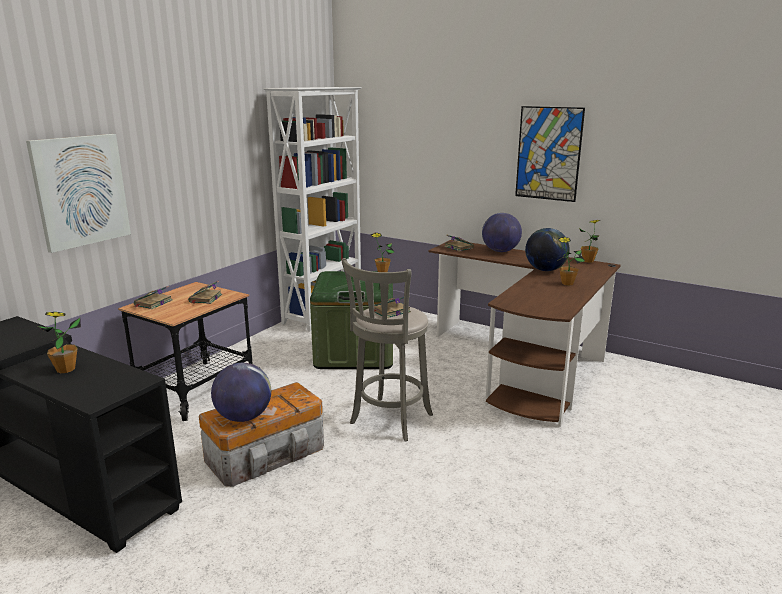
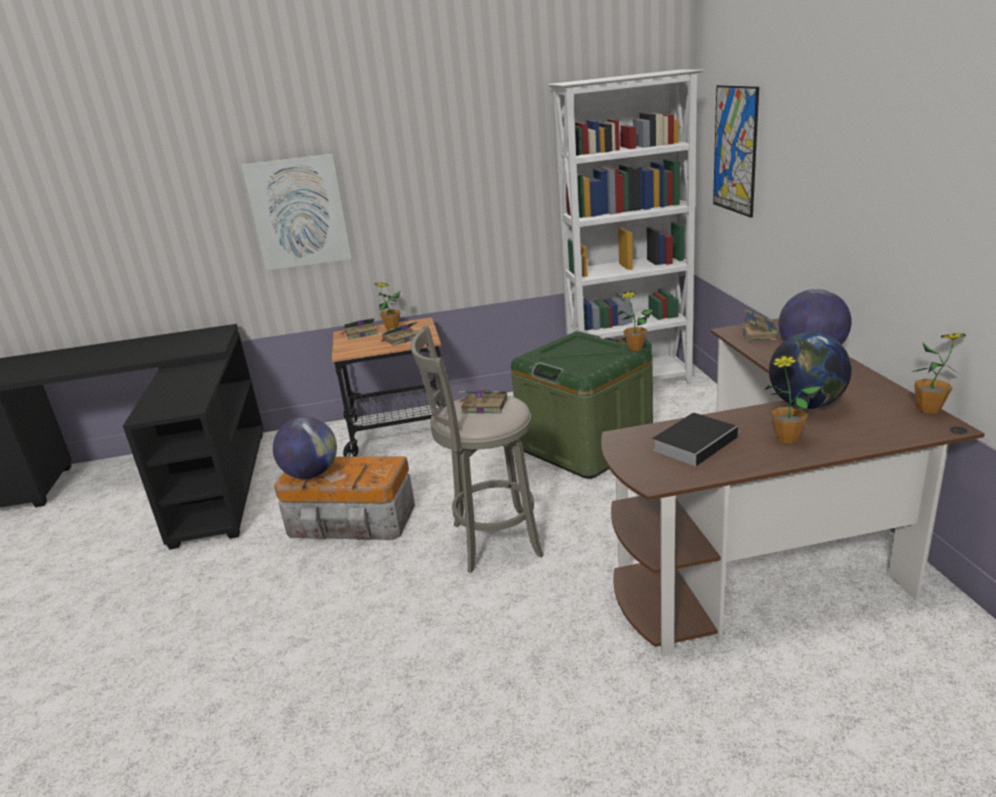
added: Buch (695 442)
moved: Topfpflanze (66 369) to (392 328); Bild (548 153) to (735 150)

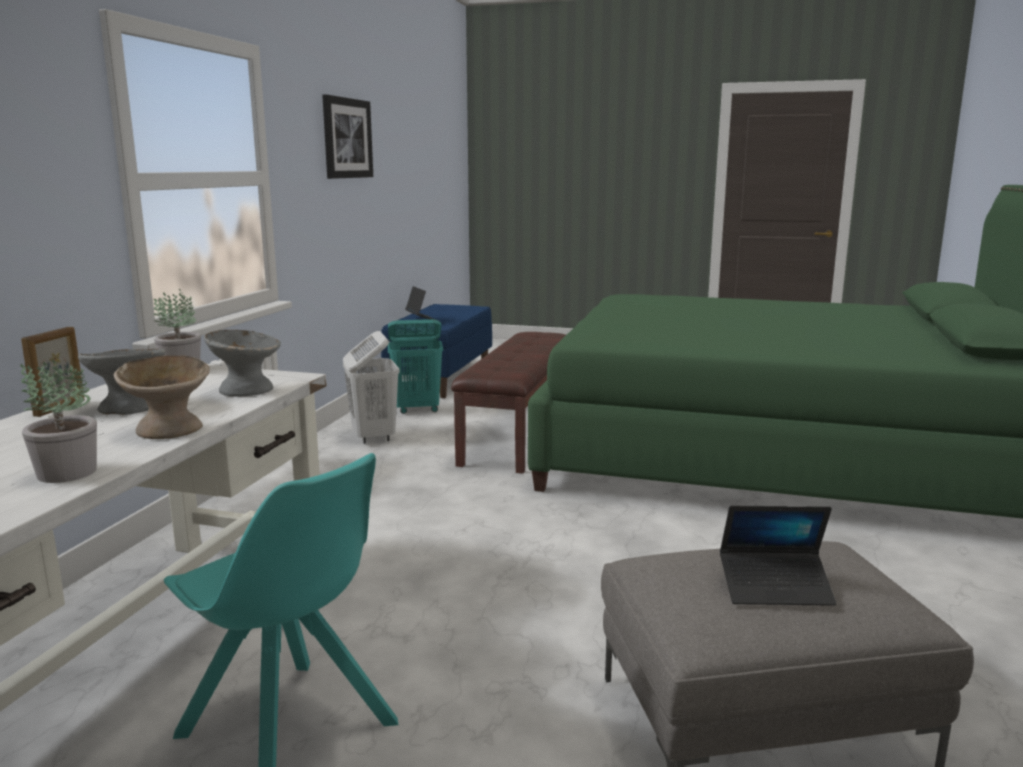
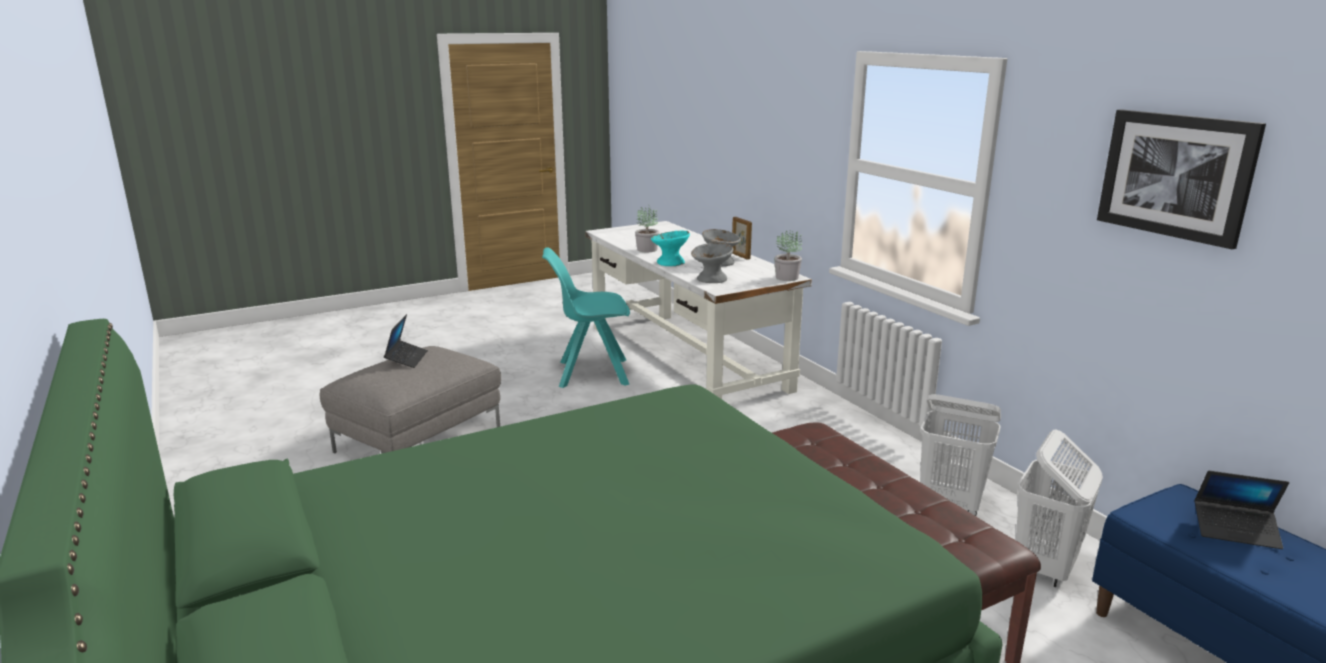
recoloured: Schüssel [beige] (169 429) to Schüssel [türkis] (670 262); Wäschekorb [türkis] (417 409) to Wäschekorb [weiß] (1044 568)
turned: Laptop (775 588) = (406 359) 135 degrees clockwise

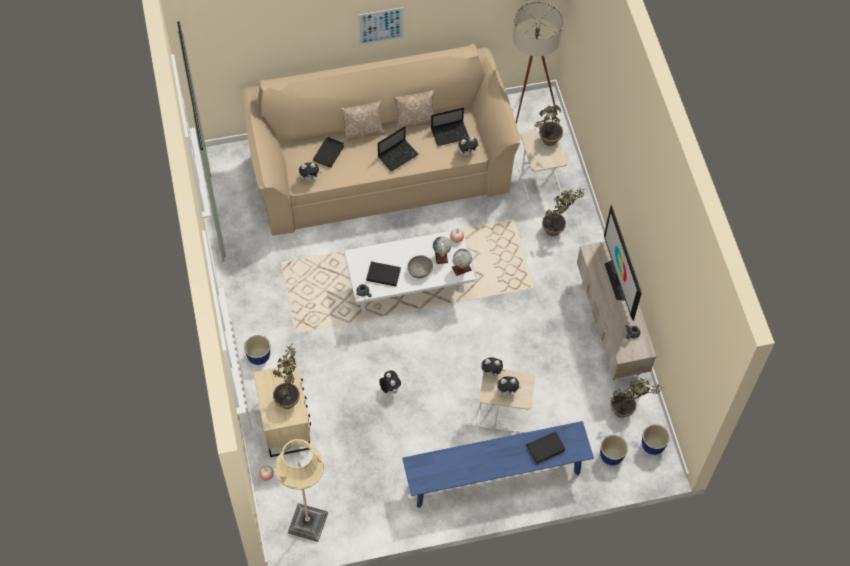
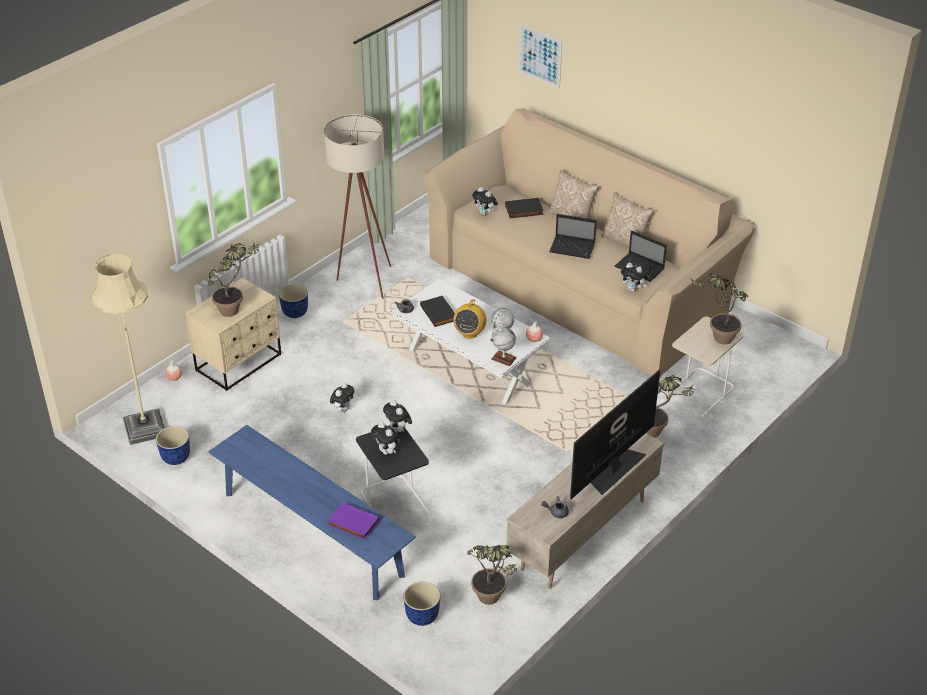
moved: Pflanzkübel (652 446) to (175 458); Stehlampe [beige] (528 114) to (363 281); Bild (381 26) to (540 56)
replaced: Schüssel [grau] (420 270) to Radio (469 333)
recoloured: Buch [schwarz] (546 449) to Buch [lila] (352 523); Beistelltisch [beige] (504 412) to Beistelltisch [schwarz] (395 503)

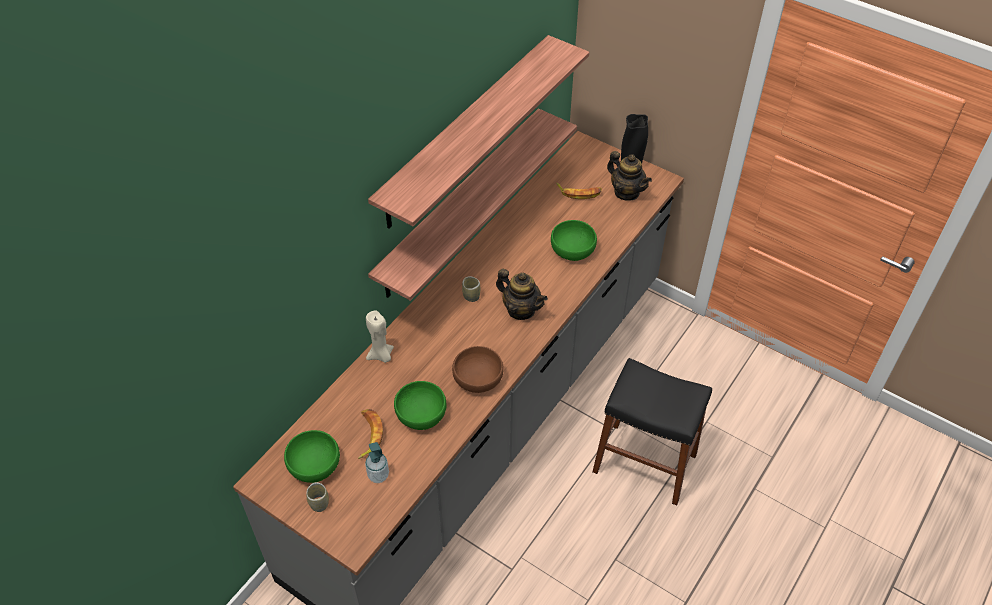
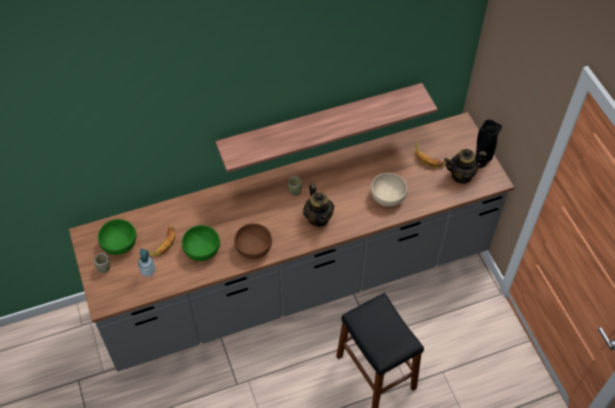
removed: Kerze [beige] (381 356); Wandregal (465 132)
recoloured: Schüssel [grün] (572 250) to Schüssel [beige] (387 196)
turned: Teekanne (626 192) = (462 175) 90 degrees clockwise

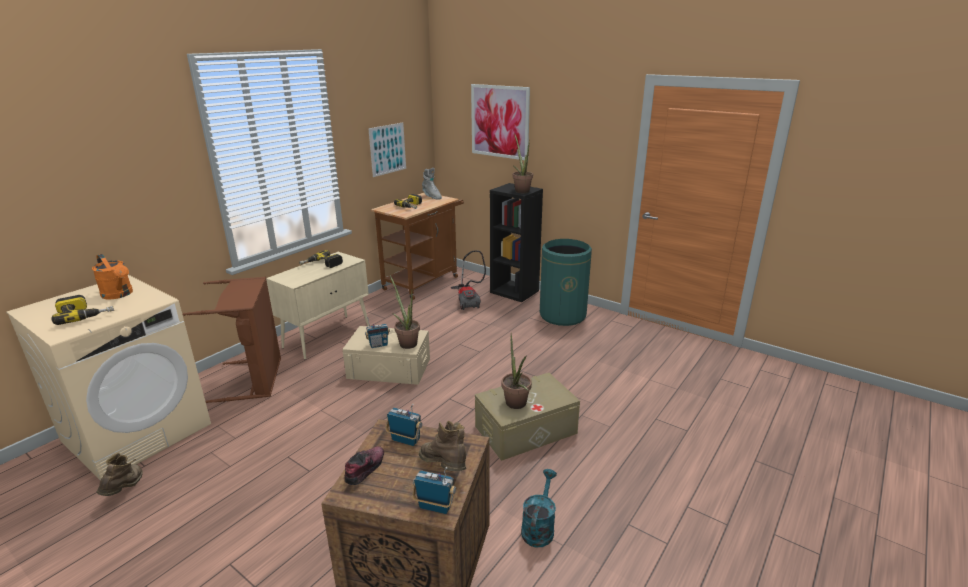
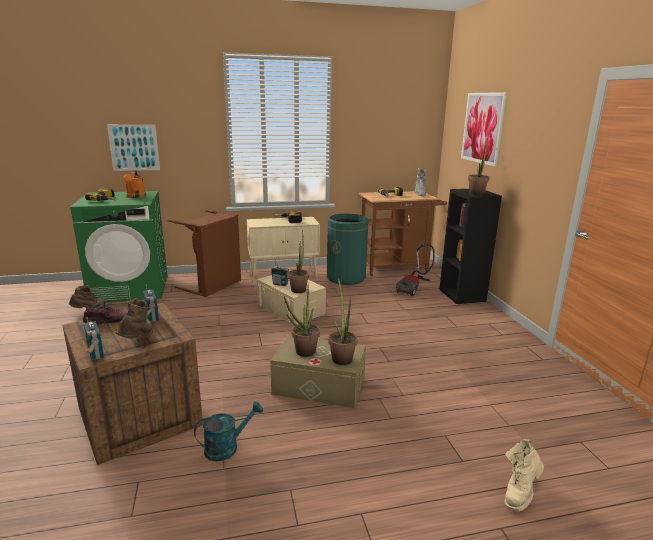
added: Topfpflanze (341 357); Stiefel [beige] (520 492)
moved: Bild (387 149) to (134 147); Mülleimer [grün] (562 315) to (346 278)
recoloured: Waschmaschine [beige] (138 431) to Waschmaschine [grün] (131 288)

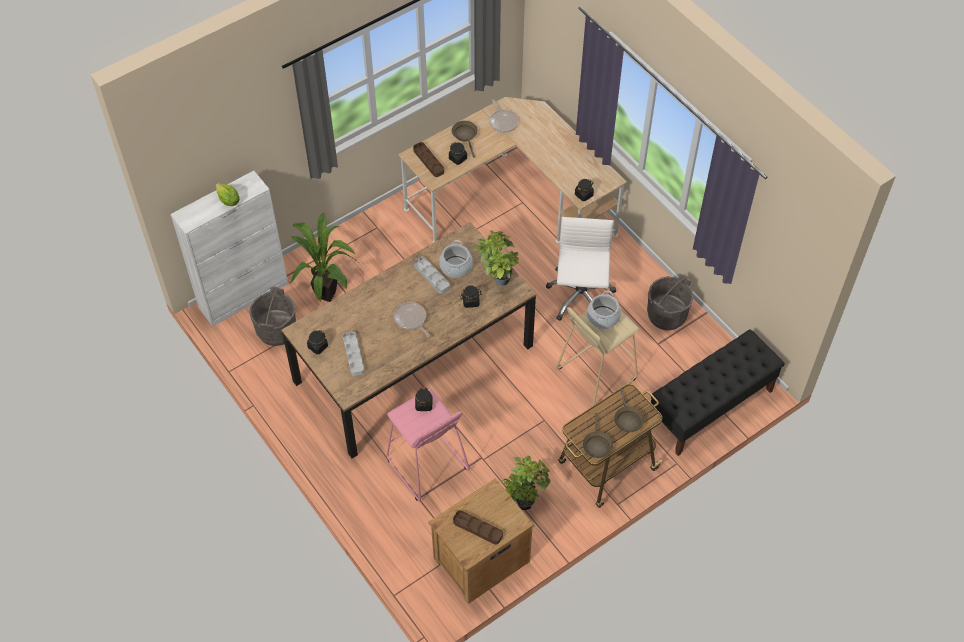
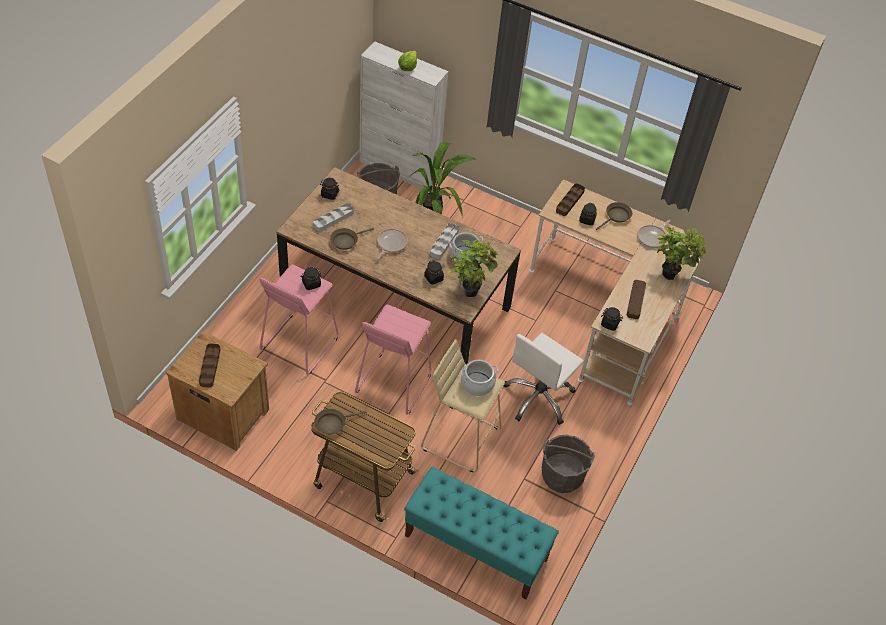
added: Hocker [rosa] (393 383); Tablett [braun] (635 301)
moved: Pfanne [braun] (627 419) to (346 241); Topfpflanze (524 500) to (672 273)
recoloured: Bank [schwarz] (710 407) to Bank [türkis] (475 547)
turned: Bürostuhl [weiß] (580 297) = (539 397) 150 degrees clockwise

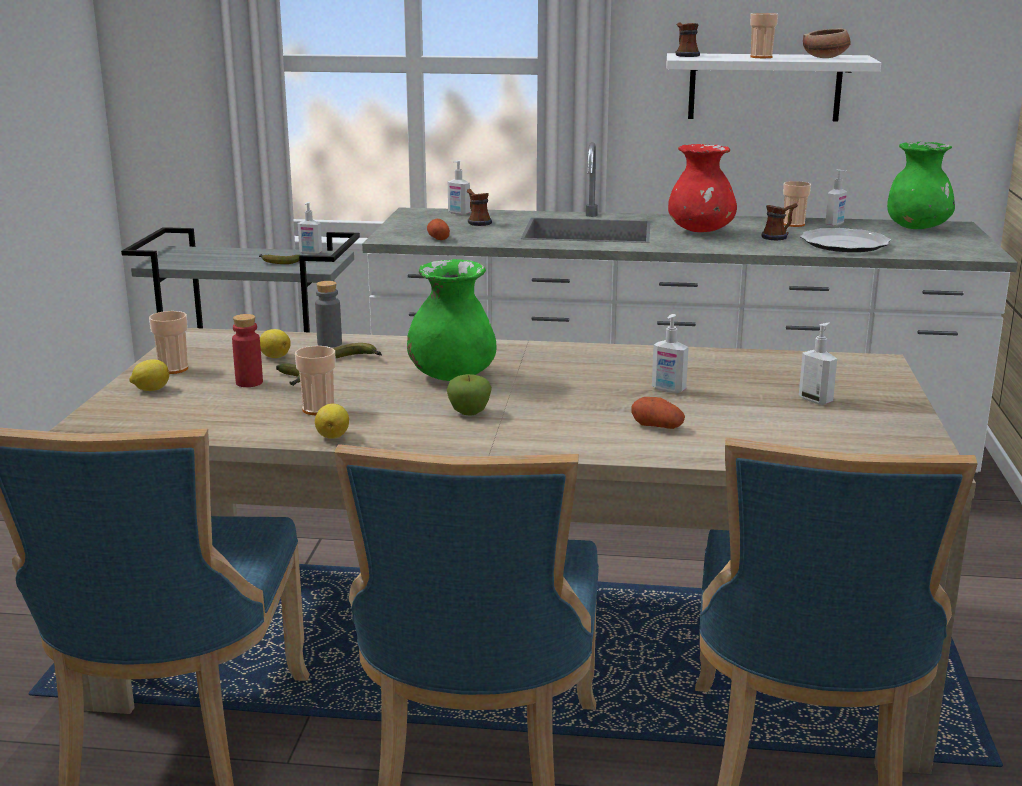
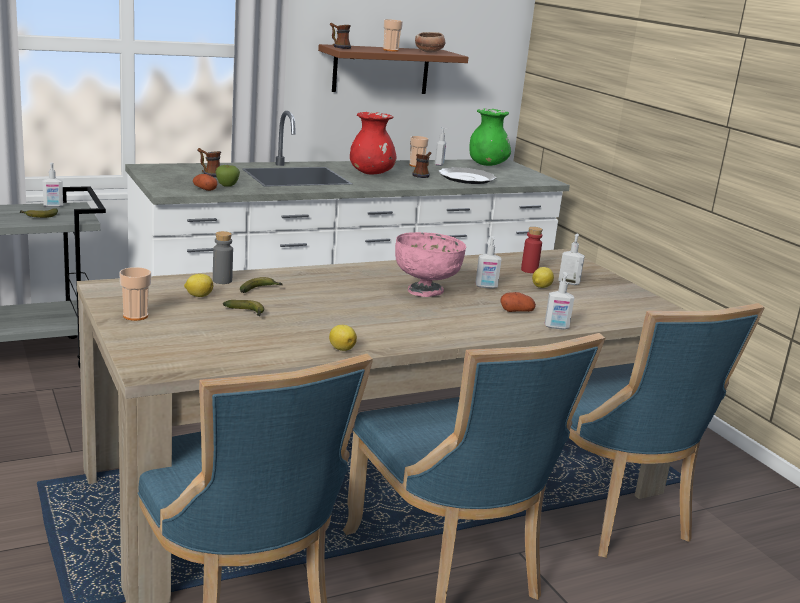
removed: Tasse (318 409); Vase [grün] (452 377)
added: Schüssel [rosa] (425 291)
moved: Apfel (469 413) to (227 186); Flasche [rot] (249 383) to (529 270); Zitrone (151 390) to (541 287); Seifenspender (458 213) to (556 327)
recoloured: Wandregal [weiß] (764 87) to Wandregal [braun] (381 70)

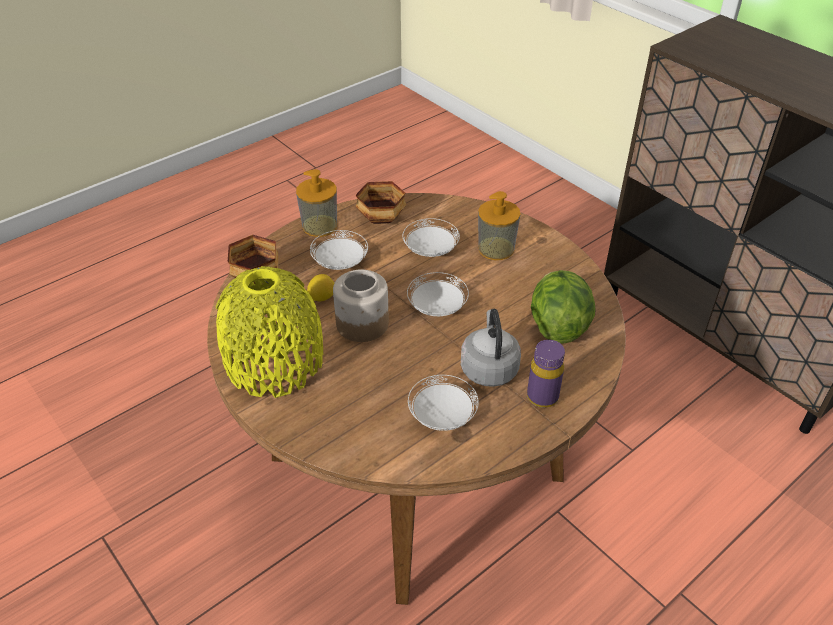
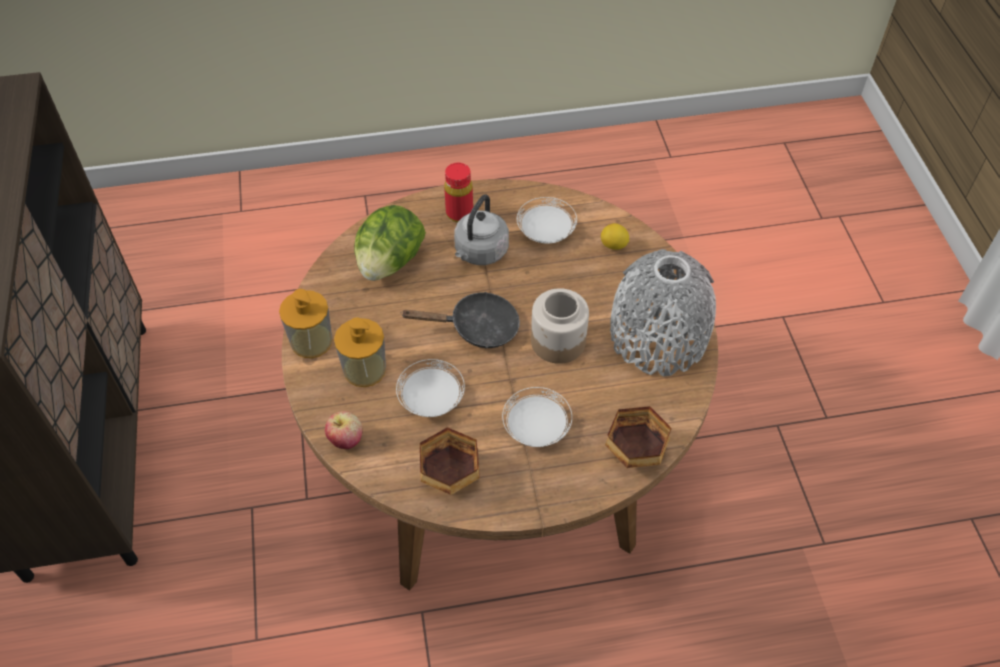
added: Apfel (346 440)
moved: Seifenspender (320 226) to (311 341); Zitrone (322 297) to (613 245)
replaced: Teller [weiß] (437 307) to Pfanne [schwarz] (477 328)
recoloured: Flasche [lila] (542 397) to Flasche [rot] (459 213); Vase [gelb] (274 362) to Vase [grau] (658 338)

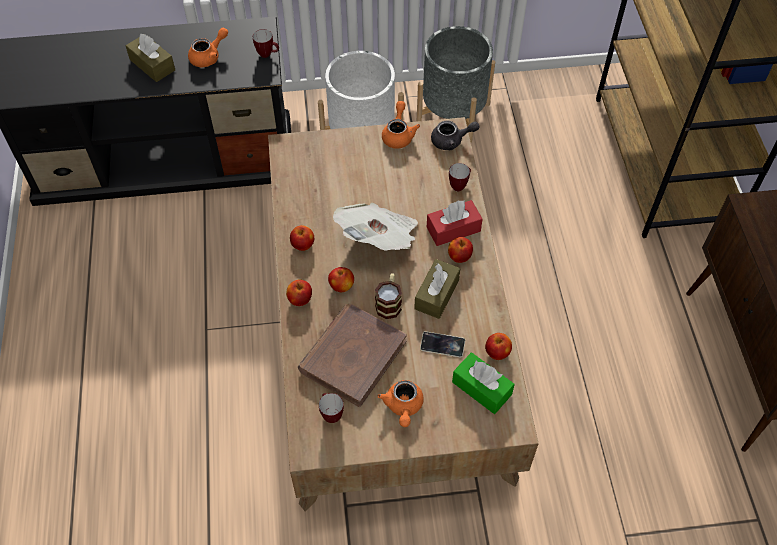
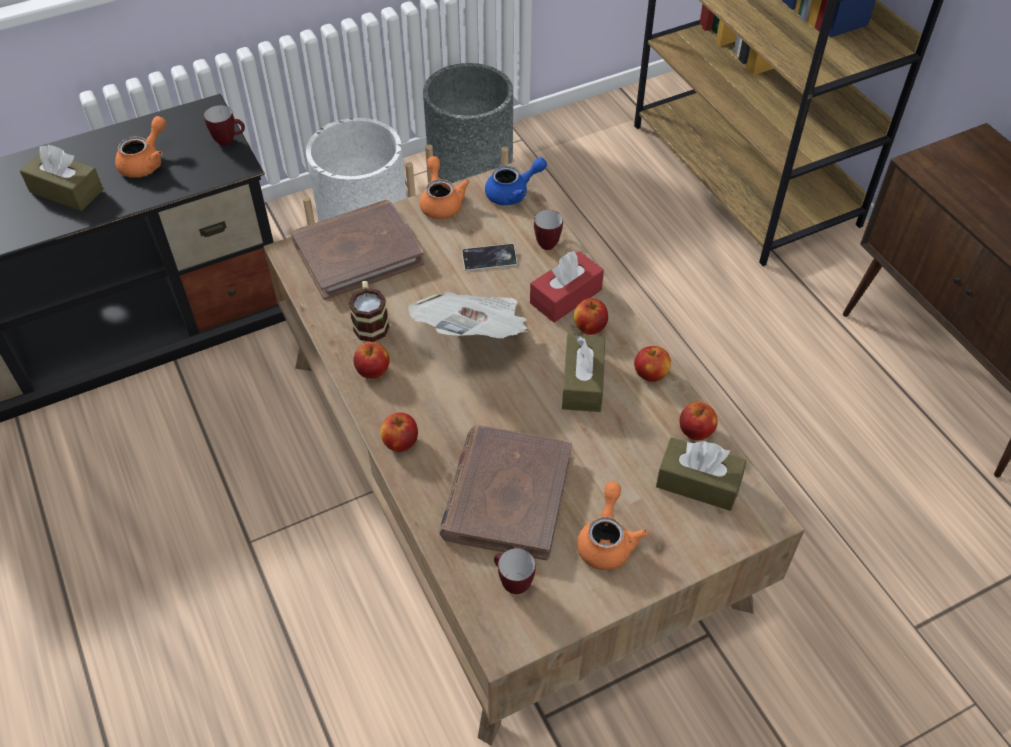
added: Buch [braun] (357 253)
moved: Henkelbecher (389 302) to (370 322); Handy (442 346) to (489 260); Apfel (342 286) to (650 374)
recoloured: Teekanne [grau] (451 141) to Teekanne [blau] (513 193); Taschentuchbox [grün] (481 388) to Taschentuchbox [braun] (698 483)
turned: Teekanne [orange] (403 407) = (607 540) 150 degrees counterclockwise

